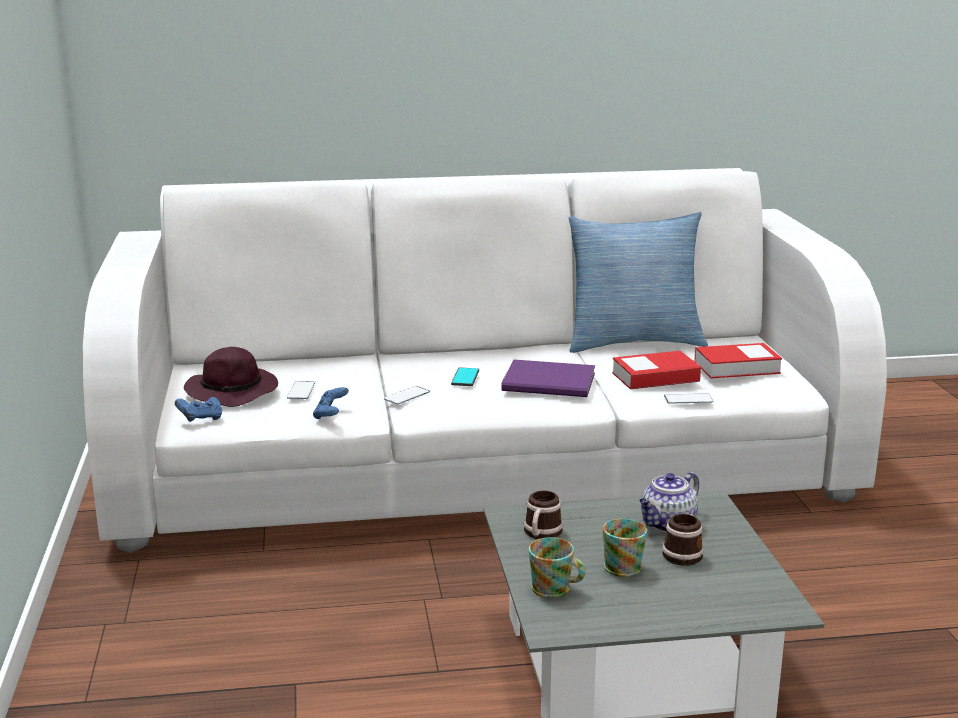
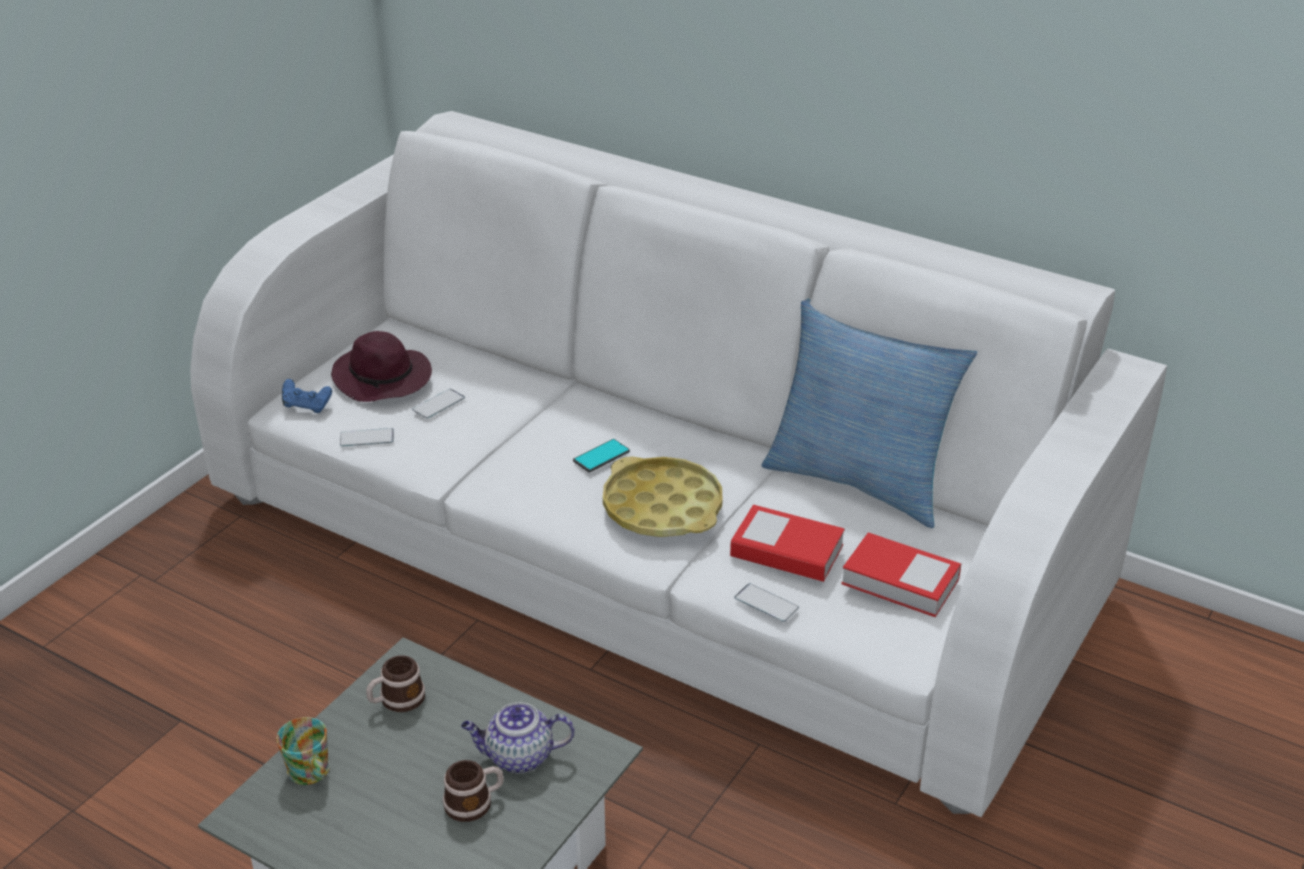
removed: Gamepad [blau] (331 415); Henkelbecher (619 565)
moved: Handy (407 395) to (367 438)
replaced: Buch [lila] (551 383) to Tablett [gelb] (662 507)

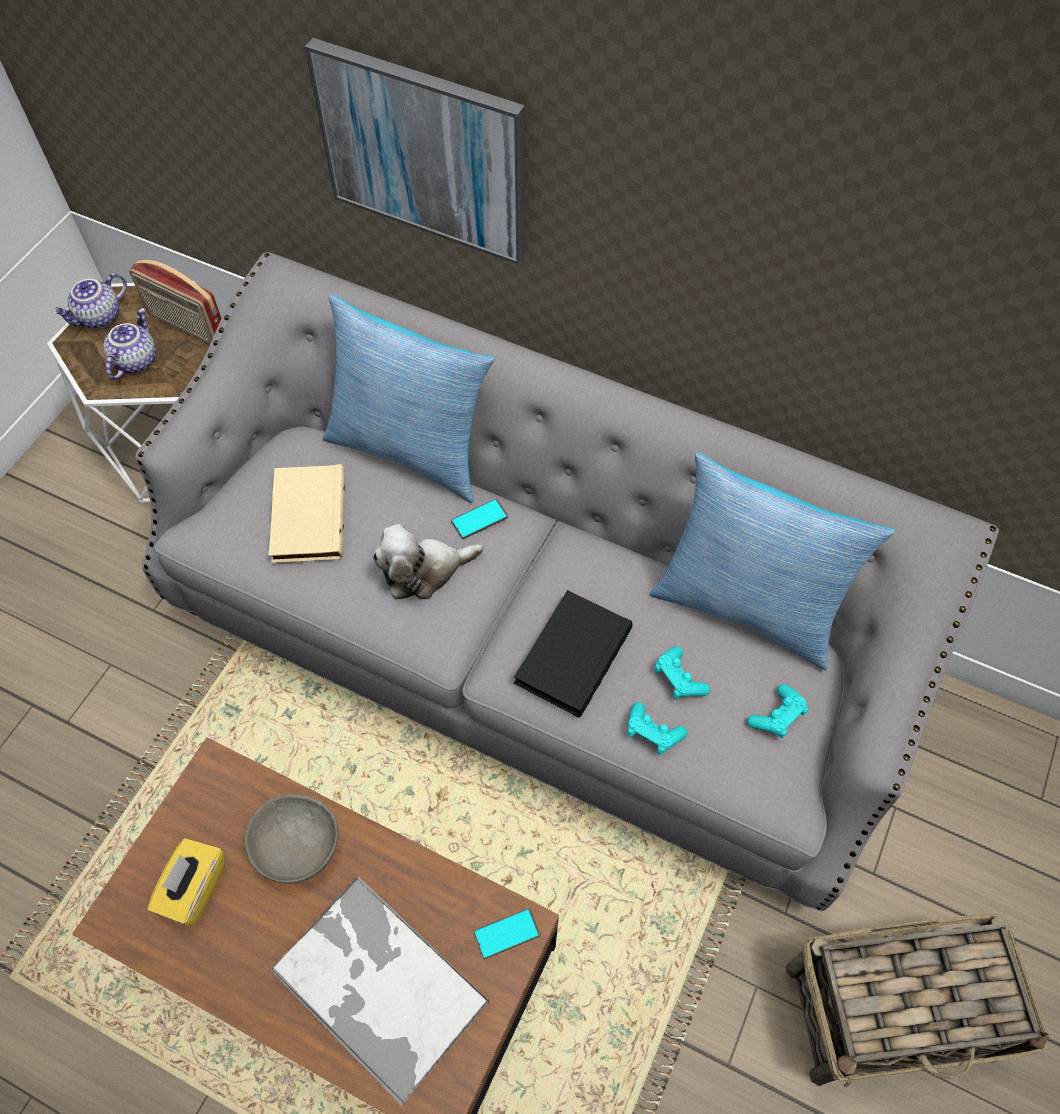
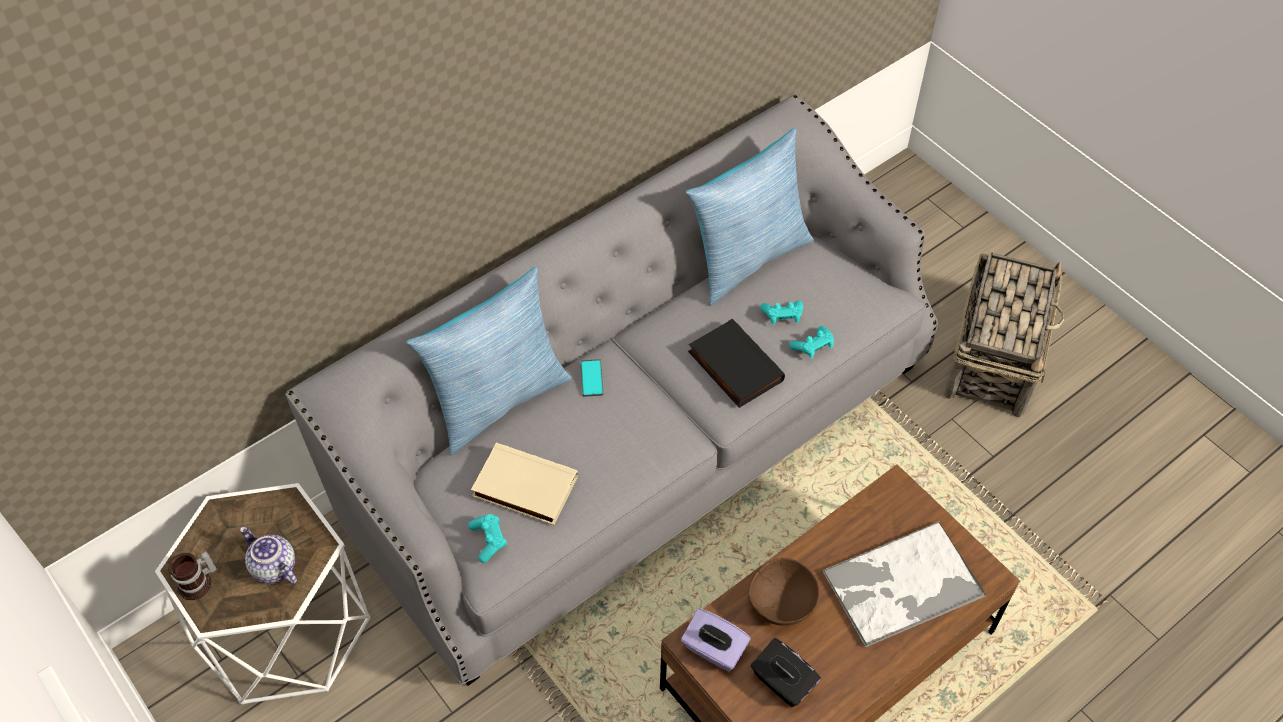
removed: Radio (186 326); Bild (424 152); Plüschtier (424 571); Handy (506 933)
added: Taschentuchbox [lila] (714 649)
moved: Gamepad [türkis] (777 716) to (489 540)
replaced: Teekanne (100 318) to Henkelbecher (198 584)
recoloured: Schüssel [grau] (297 847) to Schüssel [braun] (781 604); Taschentuchbox [gelb] (194 888) to Taschentuchbox [schwarz] (782 682)

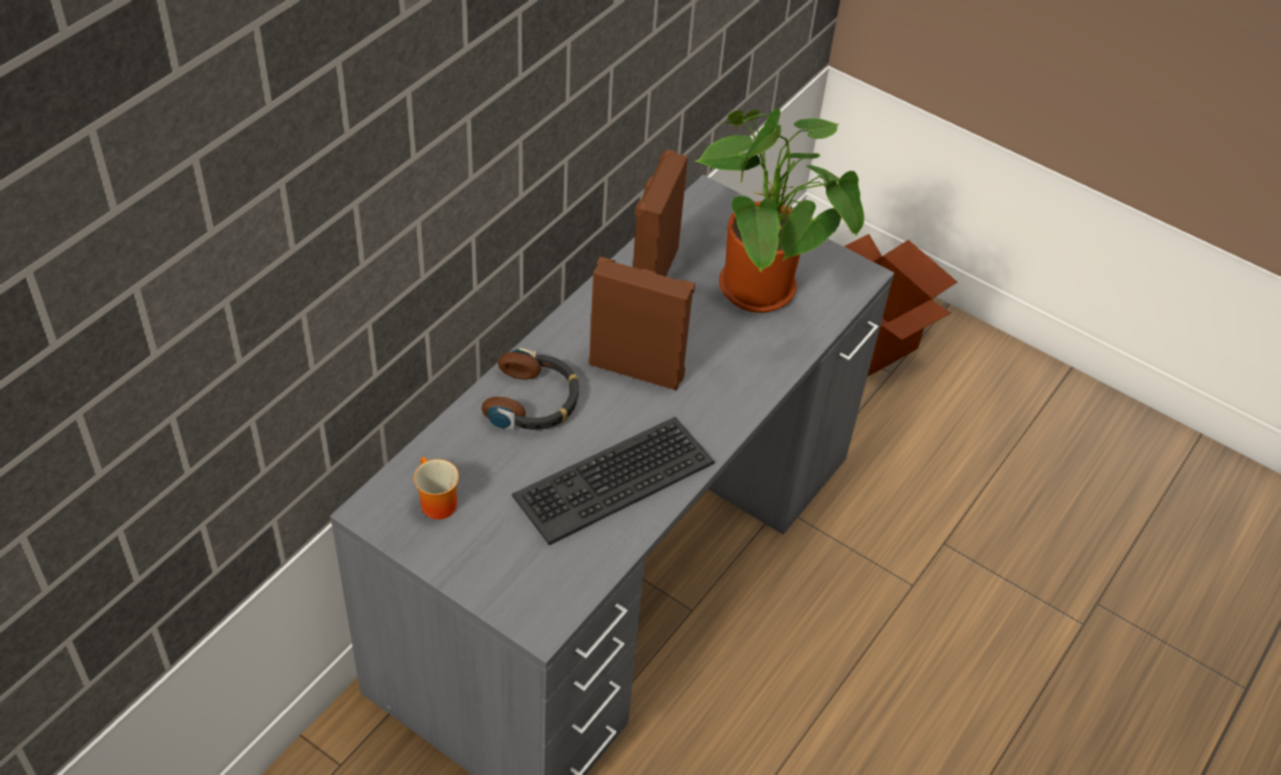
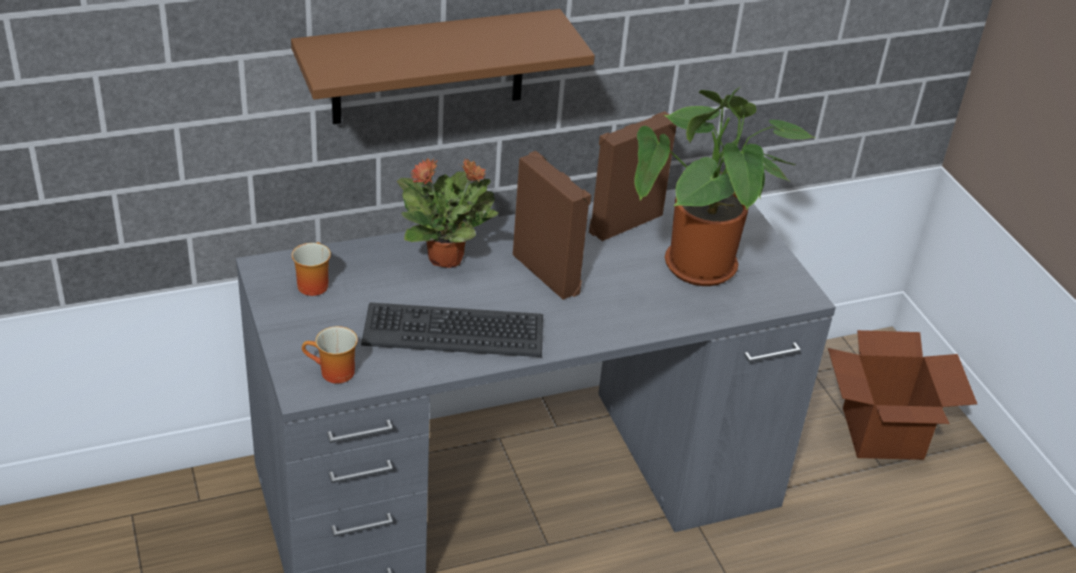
added: Wandregal [braun] (428 67); Henkelbecher (333 374)
replaced: Kopfhörer (533 401) to Topfpflanze (447 258)

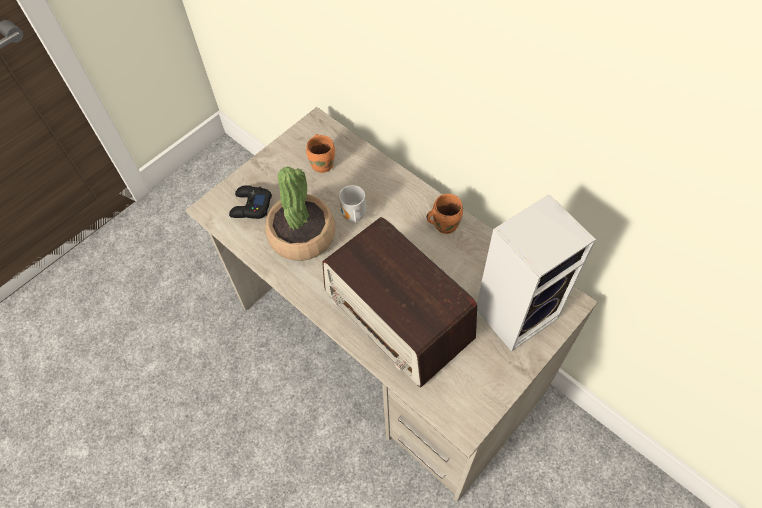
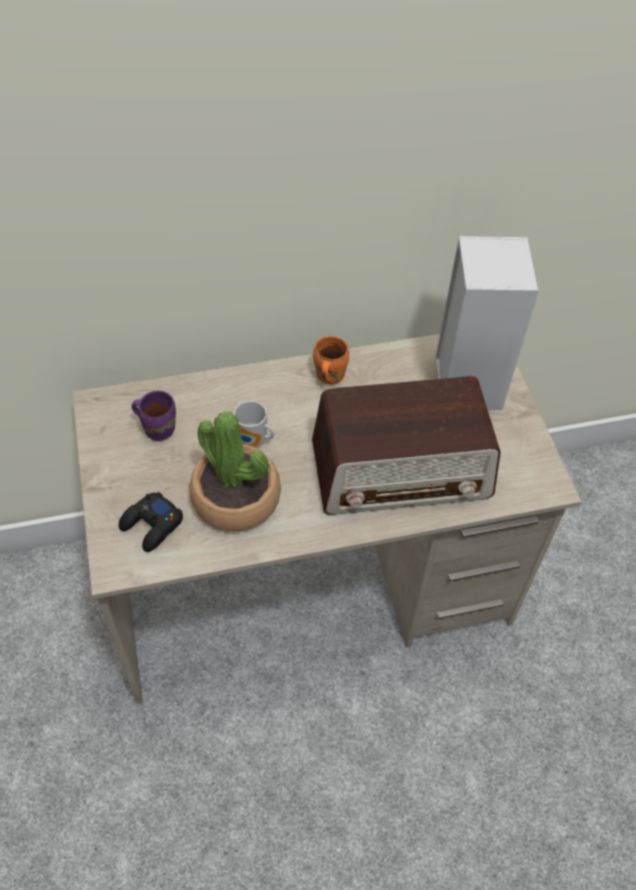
recoloured: Henkelbecher [orange] (323 163) to Henkelbecher [lila] (159 428)

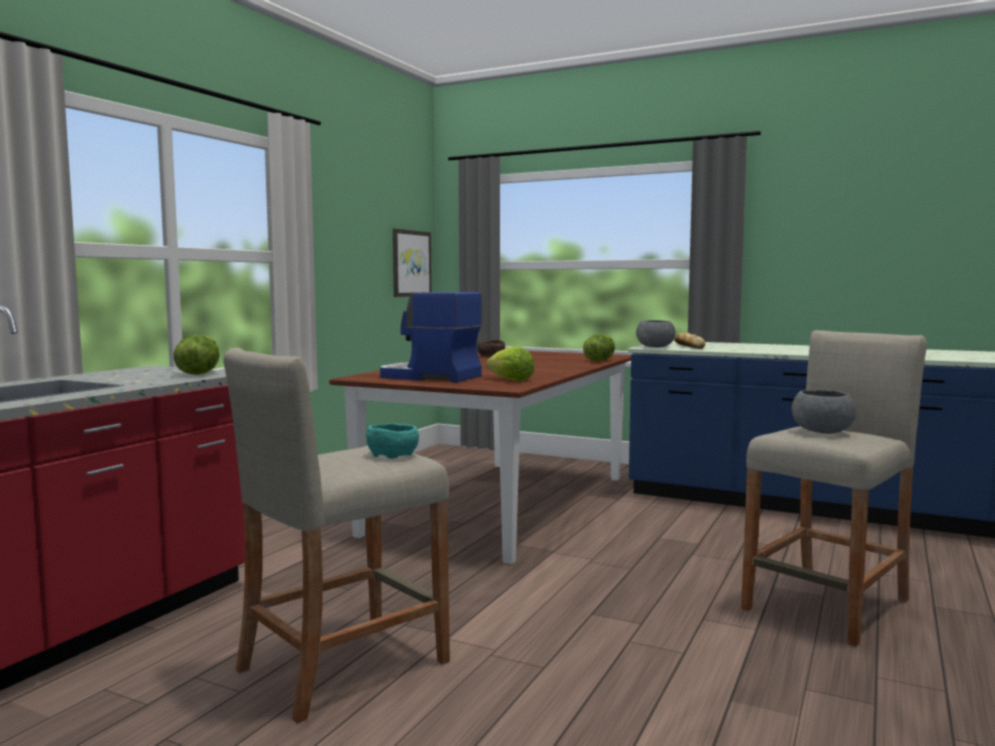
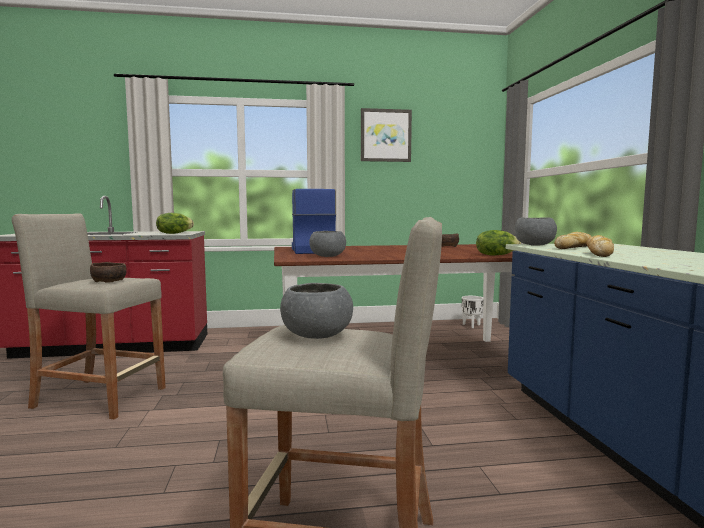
added: Pflanzkübel [weiß] (471 325); Brot (599 253)
moved: Bild (411 263) to (385 135)
replaced: Salatkopf (510 380) to Schüssel [grau] (327 256)
recoloured: Schüssel [türkis] (393 454) to Schüssel [braun] (110 281)

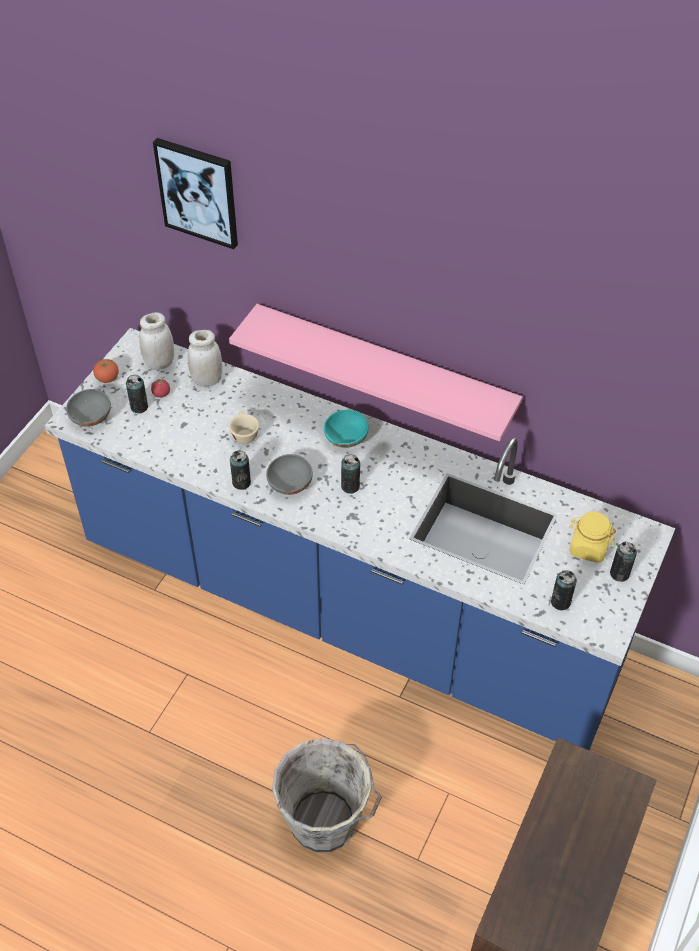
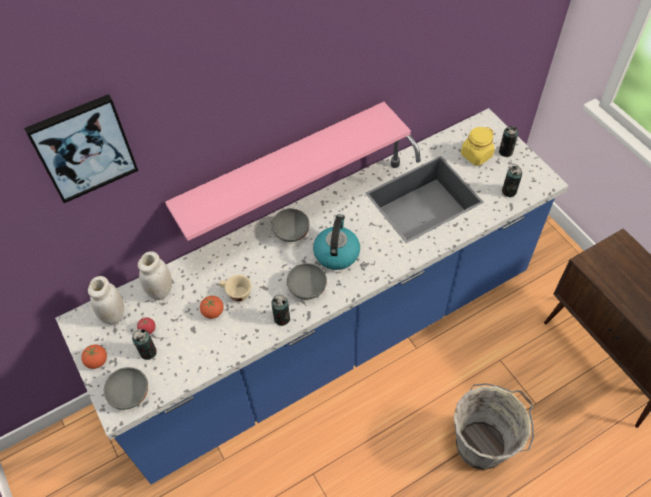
added: Tomate (213 312)
replaced: Dose (350 486) to Wasserkessel (336 253)
recoloured: Schüssel [türkis] (345 439) to Schüssel [grau] (291 233)

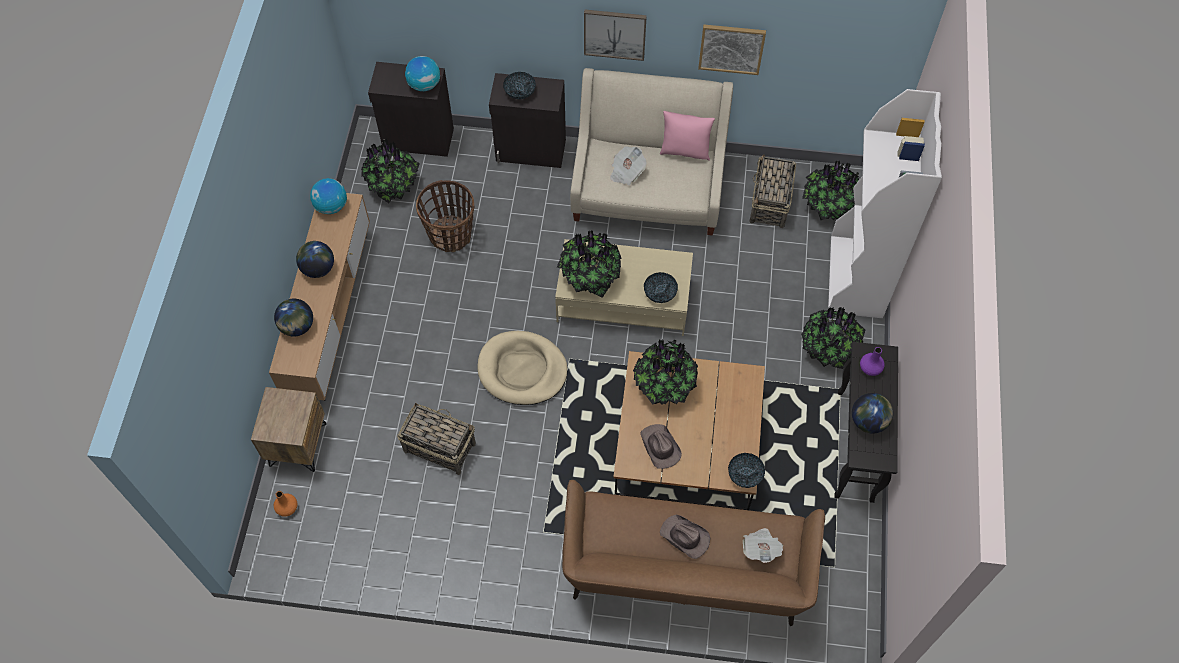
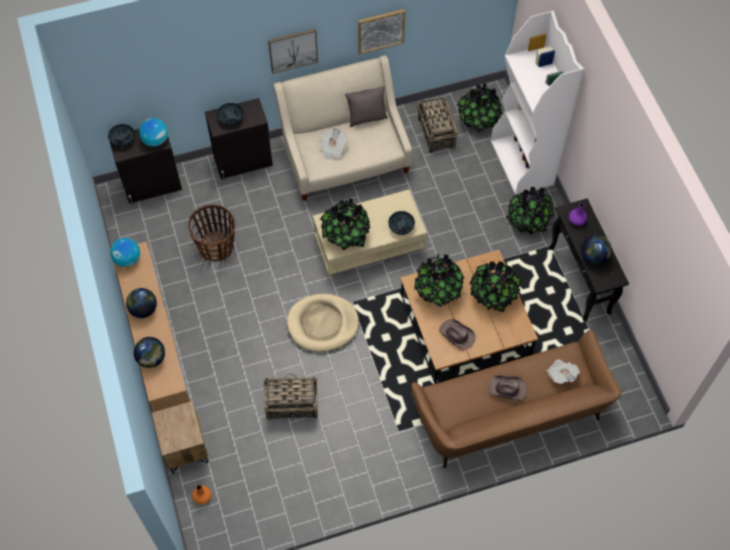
moved: Schüssel (745 474) to (123 140); Topfpflanze (393 185) to (493 295)
recoloured: Kissen [rosa] (685 151) to Kissen [grau] (366 118)

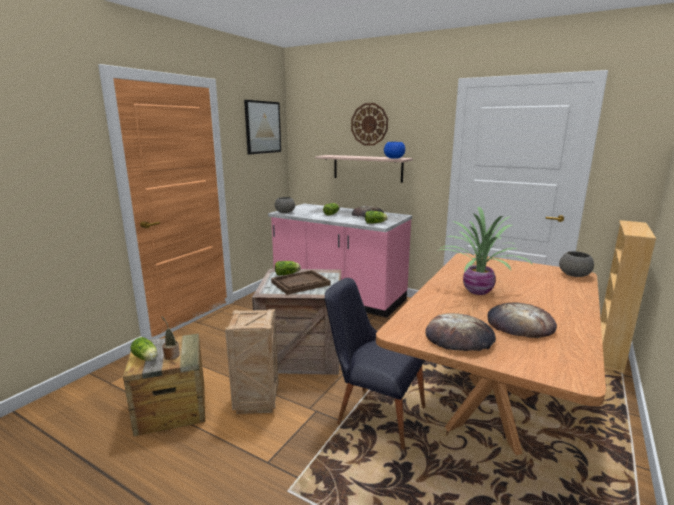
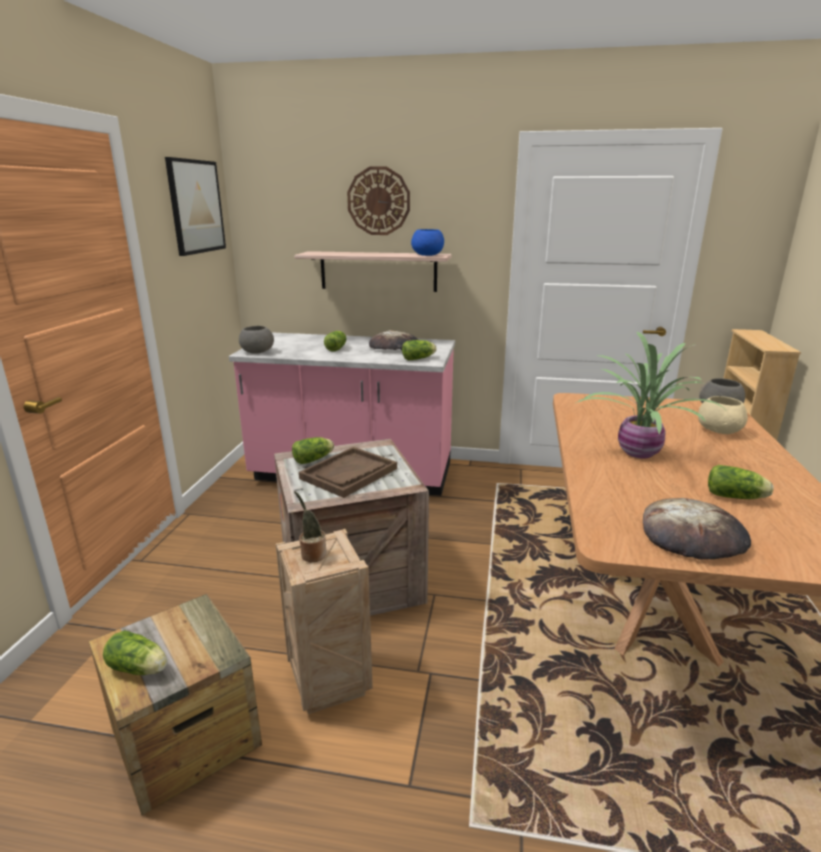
removed: Stuhl [schwarz] (373 412)
added: Schüssel [beige] (719 430)
moved: Topfpflanze (171 355) to (312 554)
replaced: Brot (519 324) to Salatkopf (736 497)

